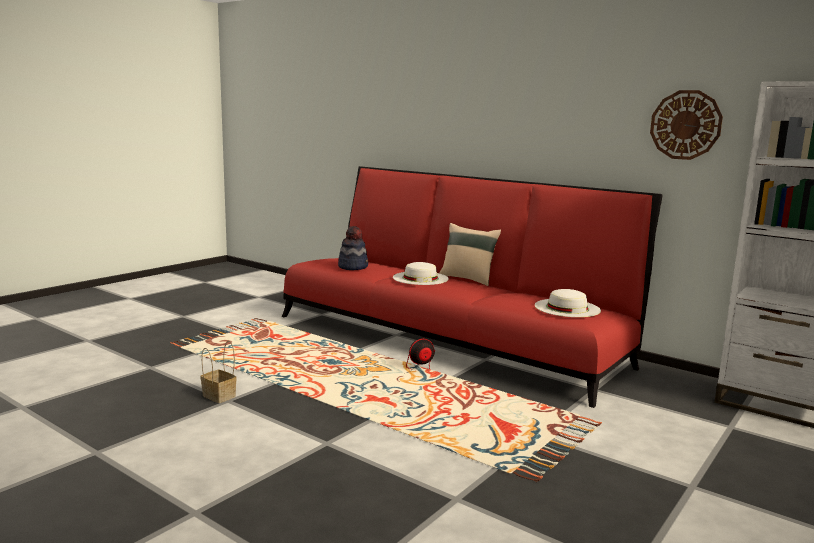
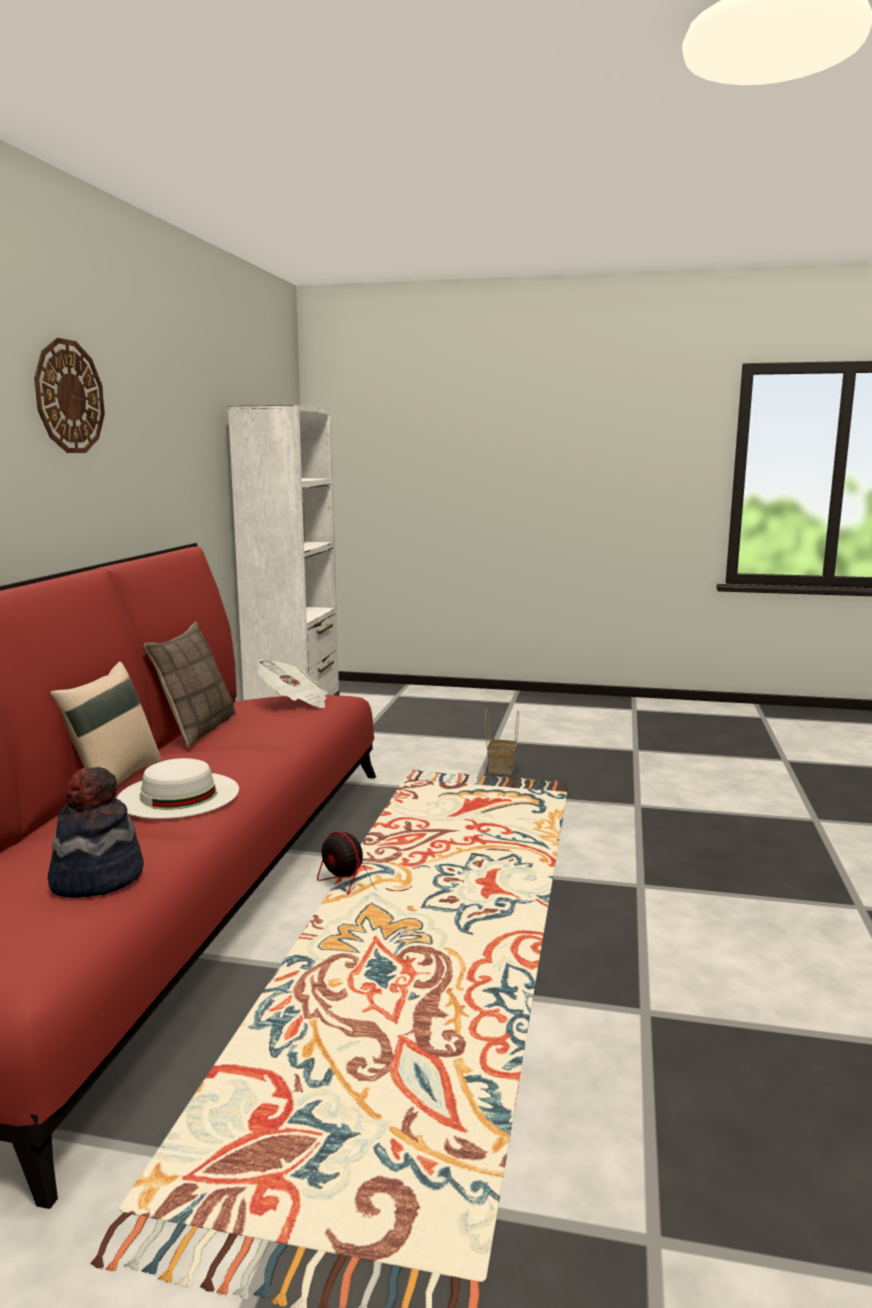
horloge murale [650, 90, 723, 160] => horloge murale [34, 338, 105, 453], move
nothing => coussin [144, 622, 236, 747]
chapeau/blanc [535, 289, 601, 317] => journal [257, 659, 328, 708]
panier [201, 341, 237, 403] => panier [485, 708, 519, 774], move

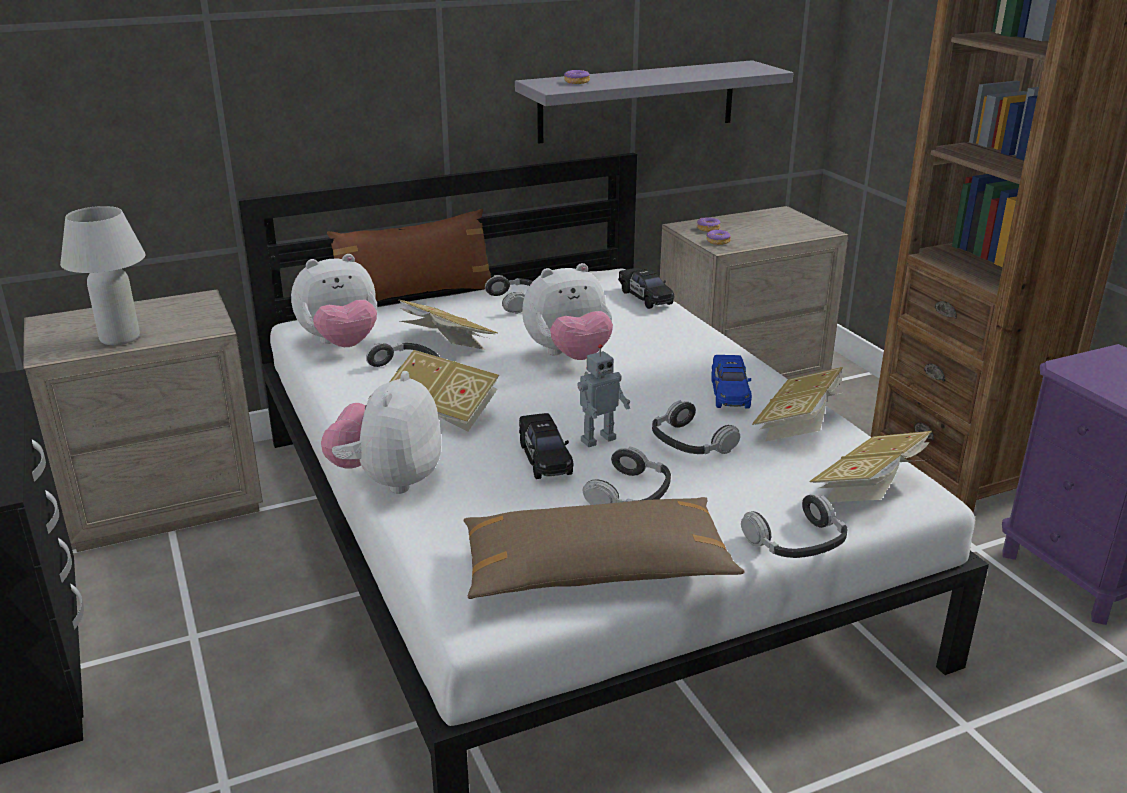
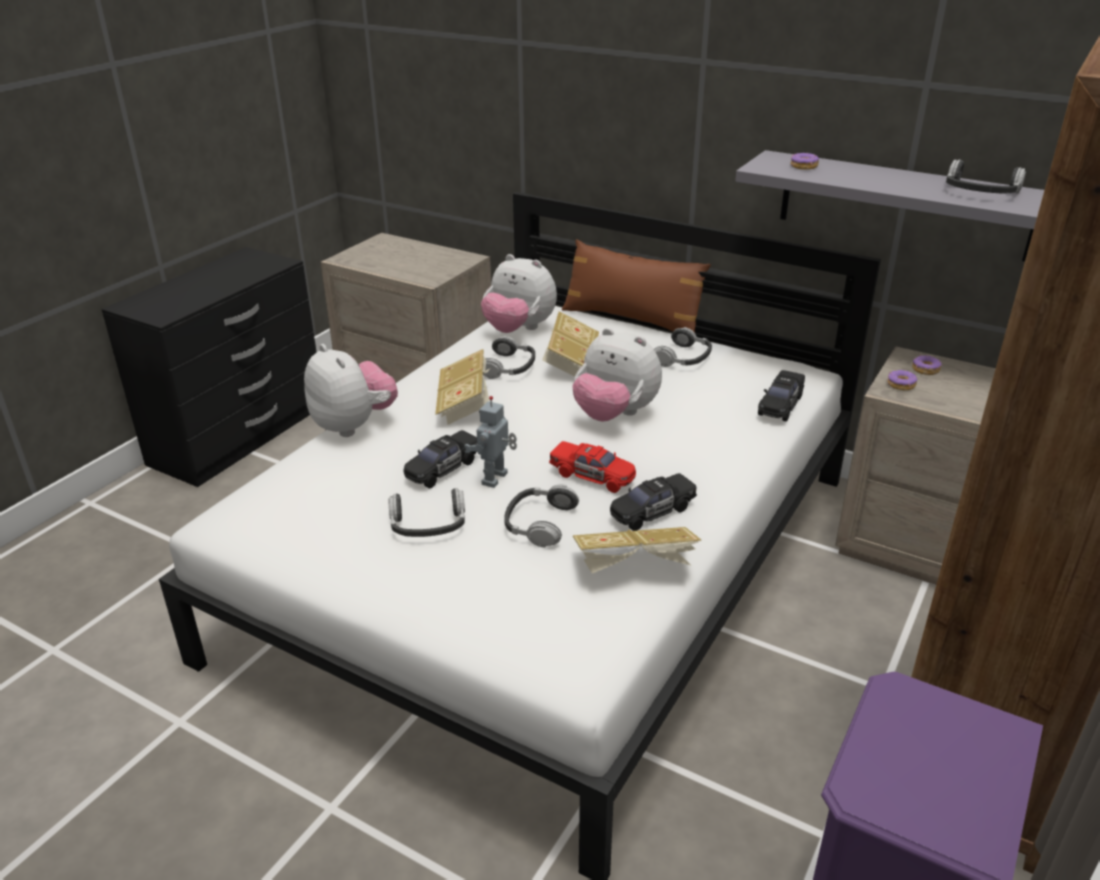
peluche [321, 371, 441, 494] => peluche [304, 344, 398, 437], 75 degrees clockwise
robot jouet [578, 344, 631, 447] => robot jouet [464, 396, 517, 488], 90 degrees clockwise
nothing => petite voiture/rouge [549, 441, 636, 493]
petite voiture/bleu [711, 355, 752, 409] => petite voiture/noir [610, 473, 697, 531]
casque audio [741, 494, 847, 558] => casque audio [946, 159, 1026, 193], move
lampe de table/blanc [60, 206, 146, 346] => nothing
coussin/marron [464, 497, 744, 599] => nothing
livre [809, 431, 932, 502] => nothing

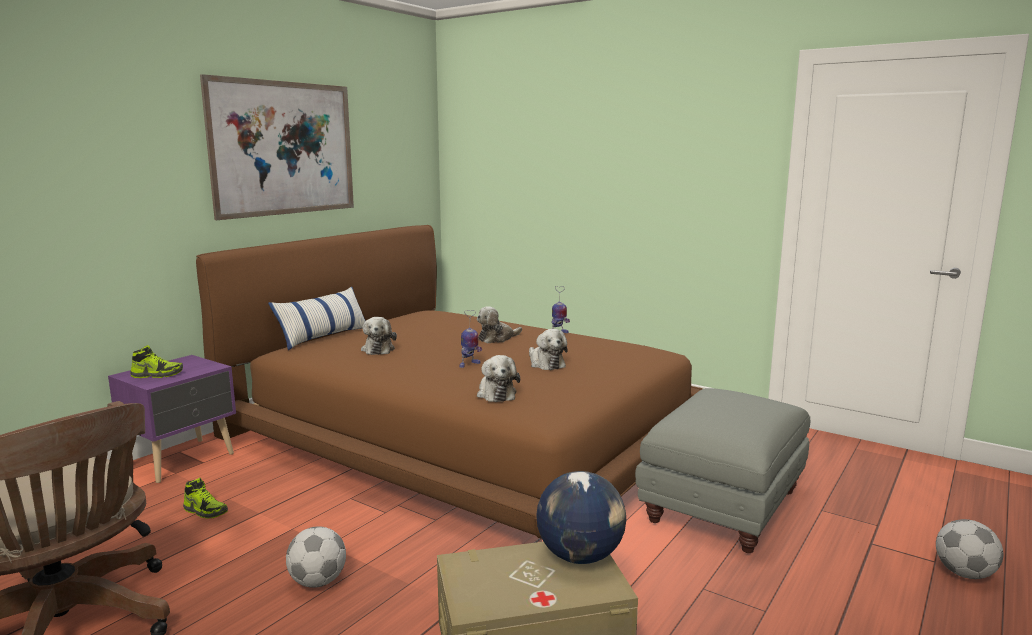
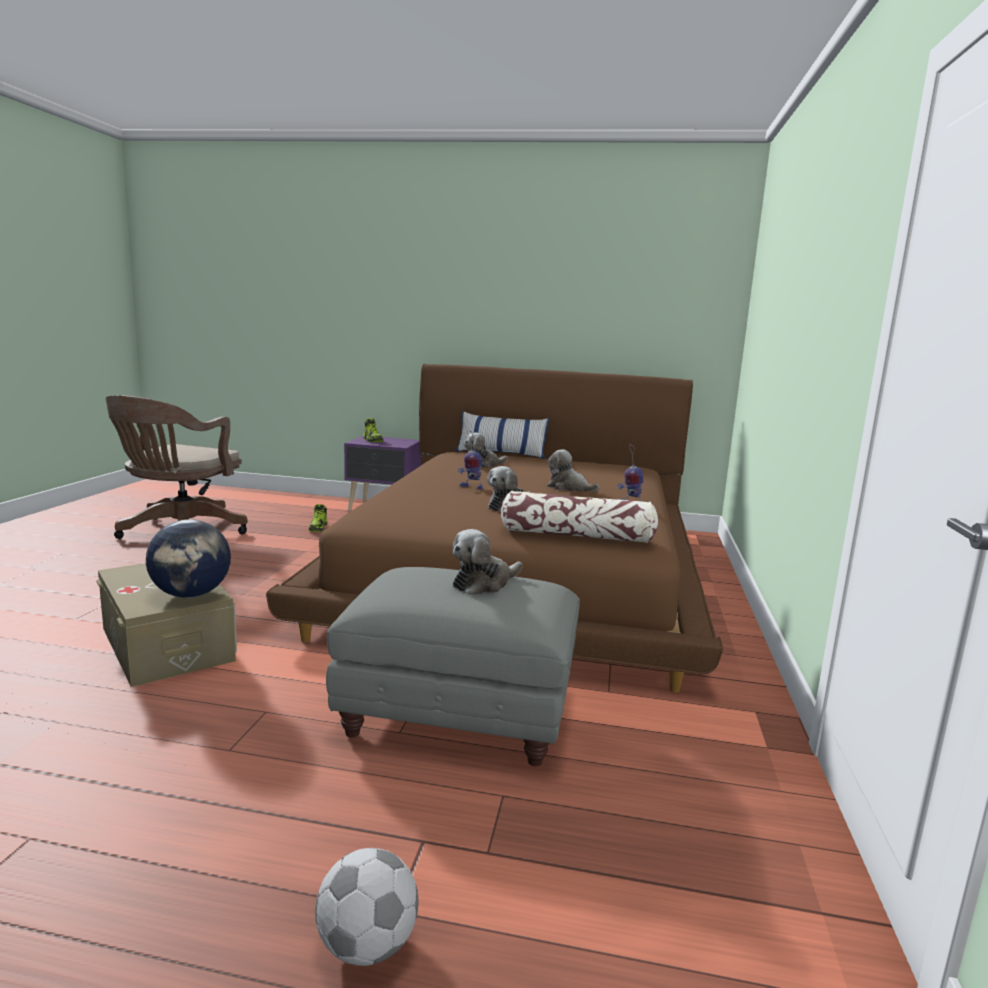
peluche [477, 355, 520, 402] => peluche [453, 529, 523, 595], move
nothing => coussin [501, 490, 658, 543]
tableau [200, 74, 354, 220] => nothing
ballon de foot [286, 526, 346, 588] => nothing

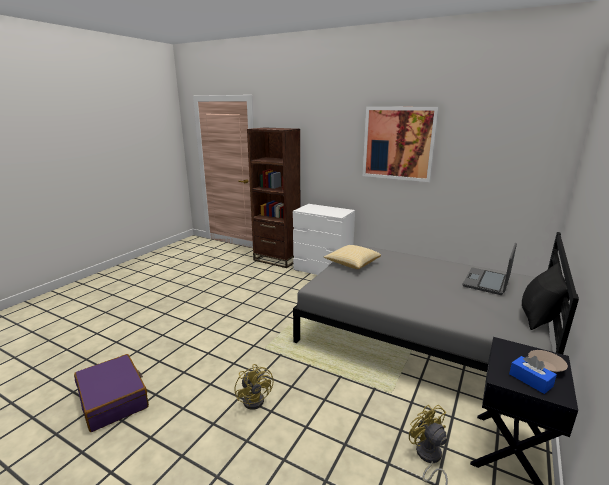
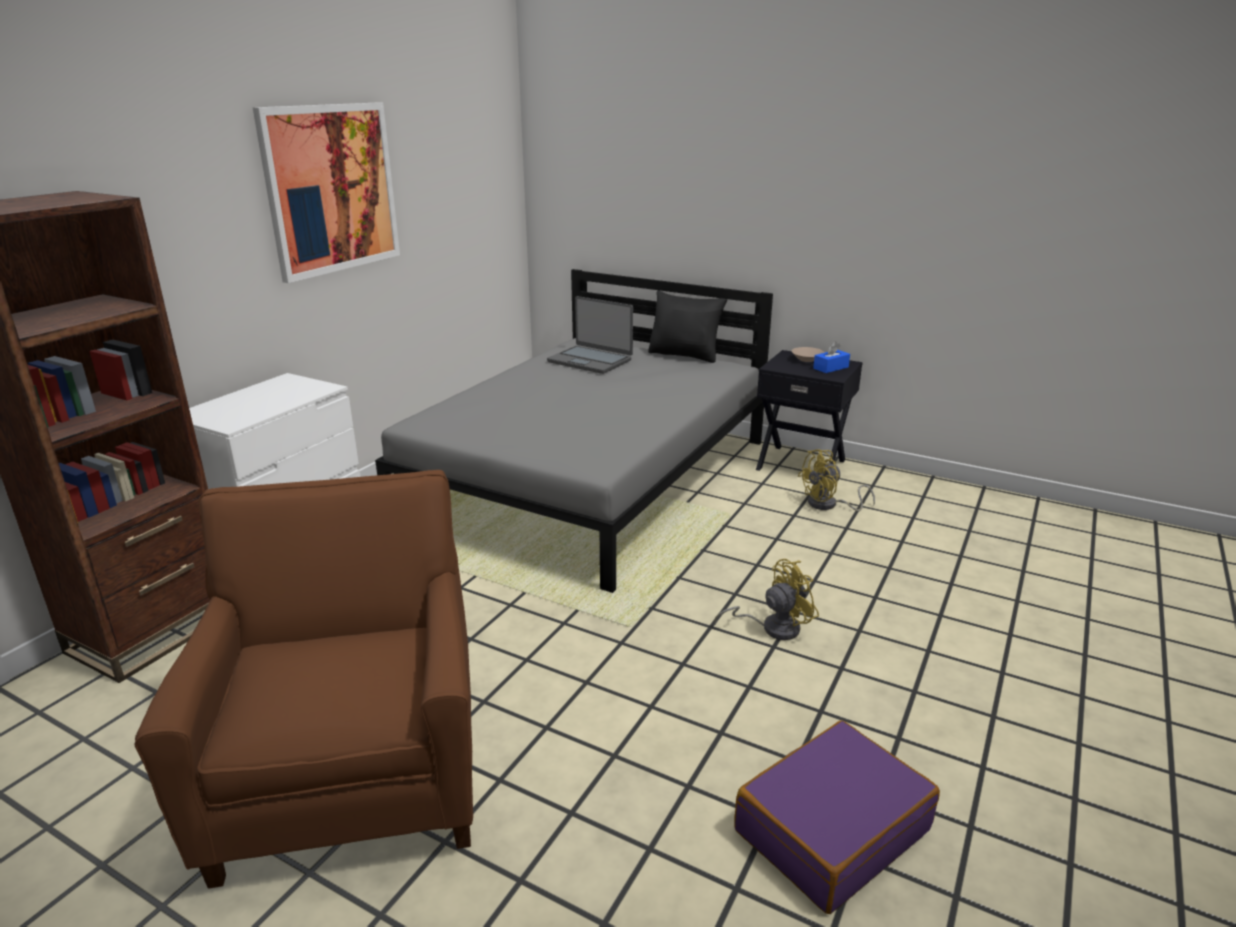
nothing => fauteuil/marron [135, 470, 473, 888]
coussin [324, 245, 381, 269] => nothing

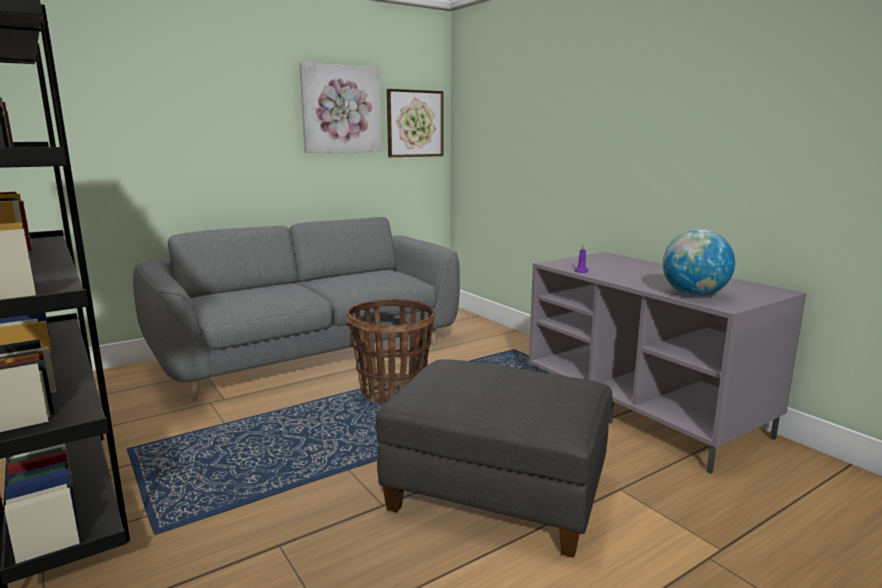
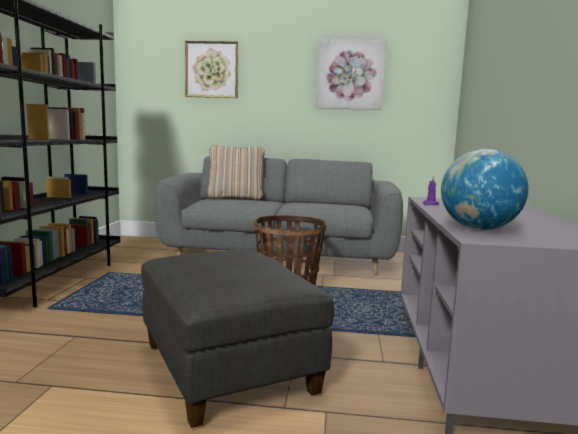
tableau [387, 89, 444, 157] => tableau [185, 41, 239, 98], move
nothing => coussin/beige [207, 145, 265, 200]

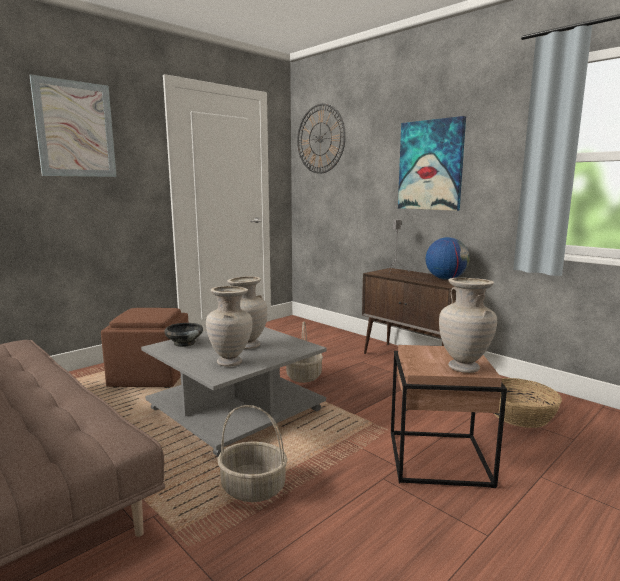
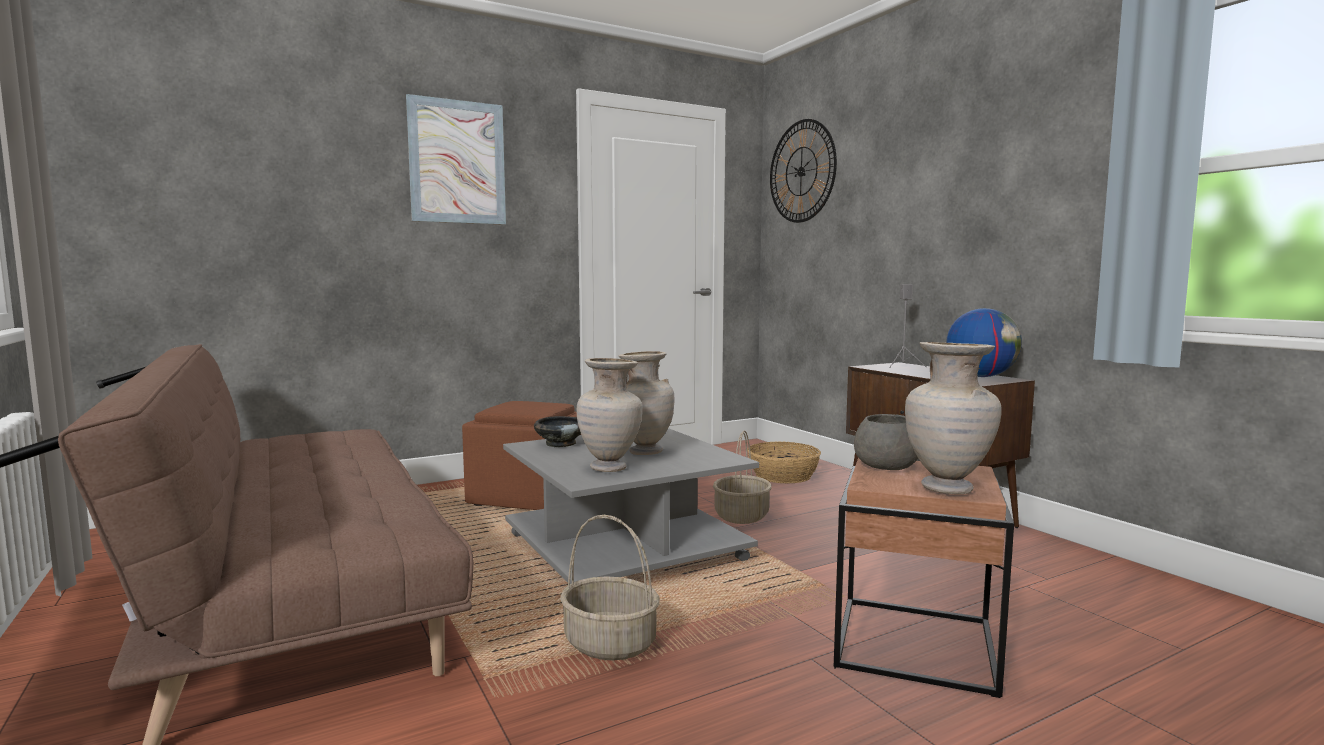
panier [494, 378, 562, 428] => panier [747, 441, 821, 483], move
nothing => bol/gris [854, 414, 919, 470]
tableau [398, 116, 466, 211] => nothing

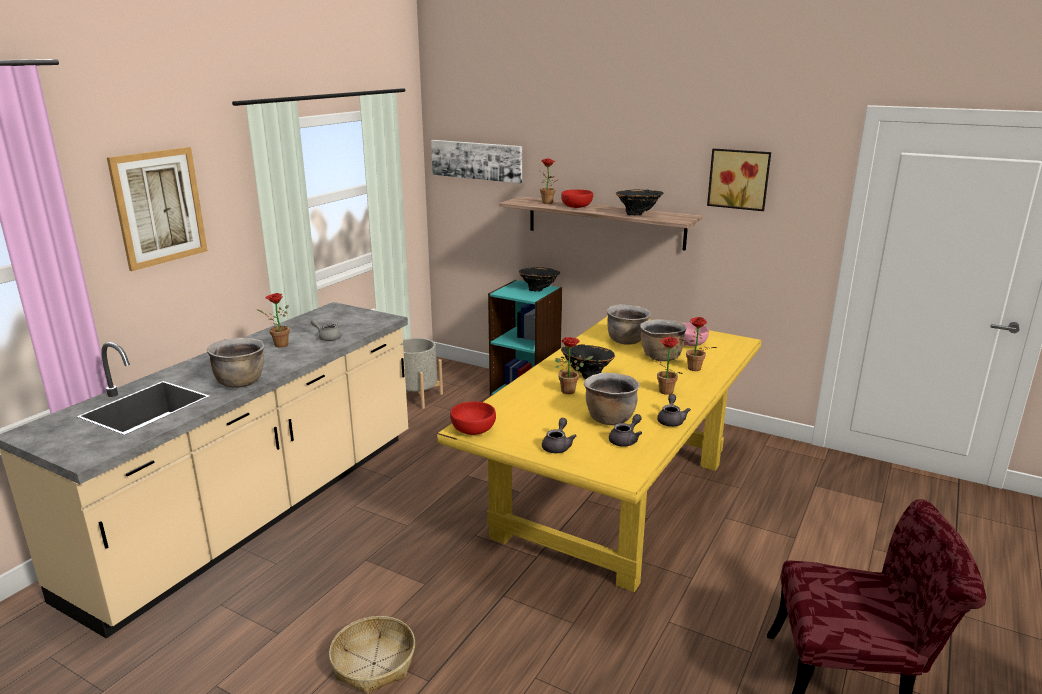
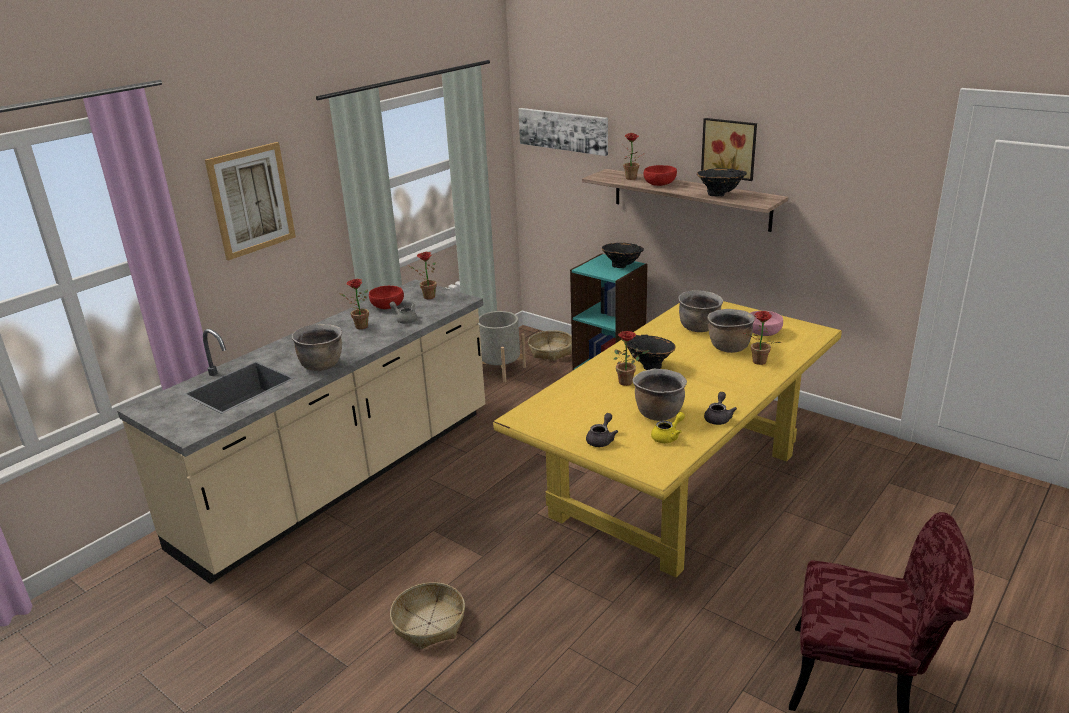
bol/rouge [450, 402, 496, 435] => bol/rouge [369, 286, 404, 309], move
plante en pot [646, 337, 682, 395] => plante en pot [409, 252, 437, 299], move
nothing => panier [528, 330, 572, 361]
théière/gris [609, 414, 642, 447] => théière/jaune [651, 412, 685, 443]
tableau [707, 148, 771, 211] => tableau [701, 118, 757, 181], move

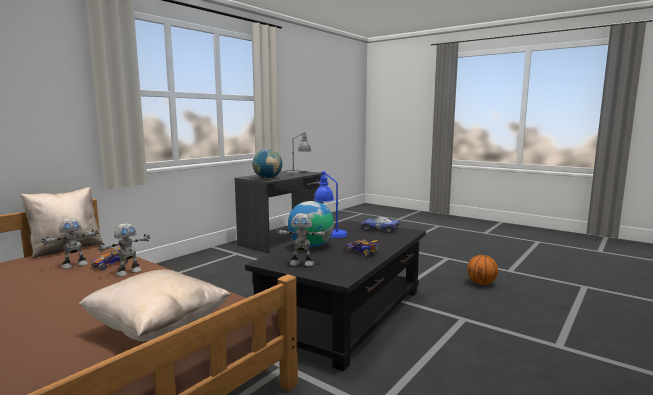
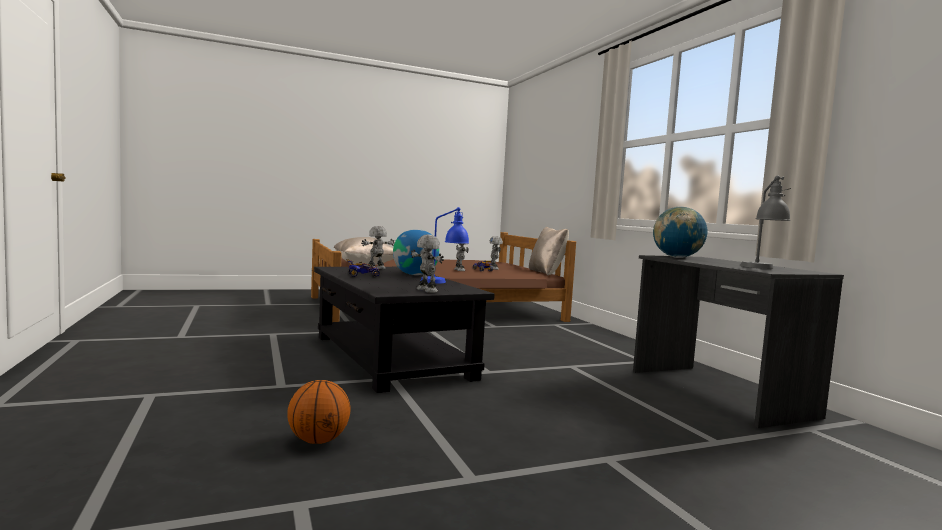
petite voiture [361, 217, 400, 232] => robot jouet [411, 234, 444, 293]

